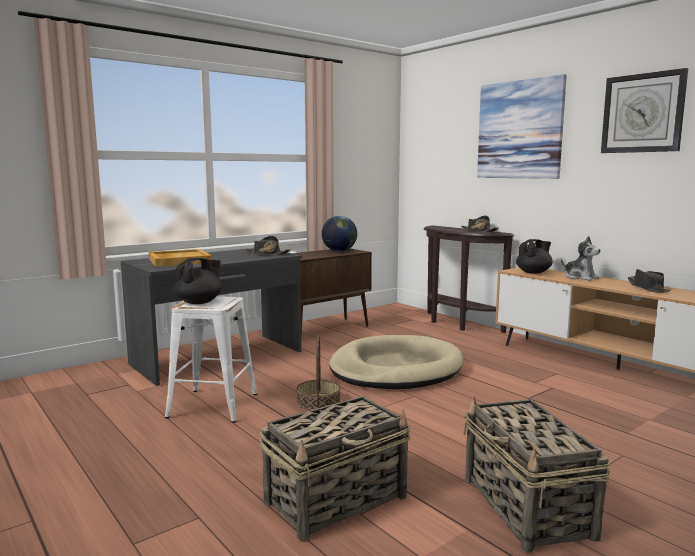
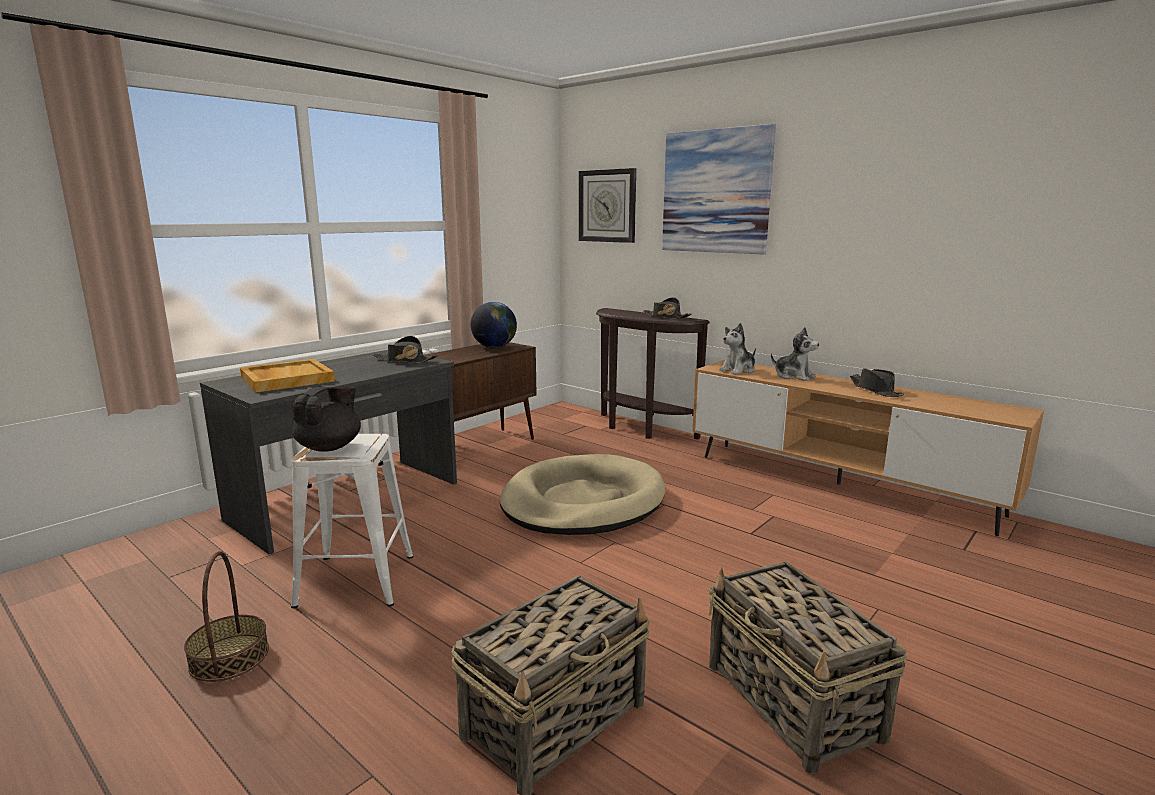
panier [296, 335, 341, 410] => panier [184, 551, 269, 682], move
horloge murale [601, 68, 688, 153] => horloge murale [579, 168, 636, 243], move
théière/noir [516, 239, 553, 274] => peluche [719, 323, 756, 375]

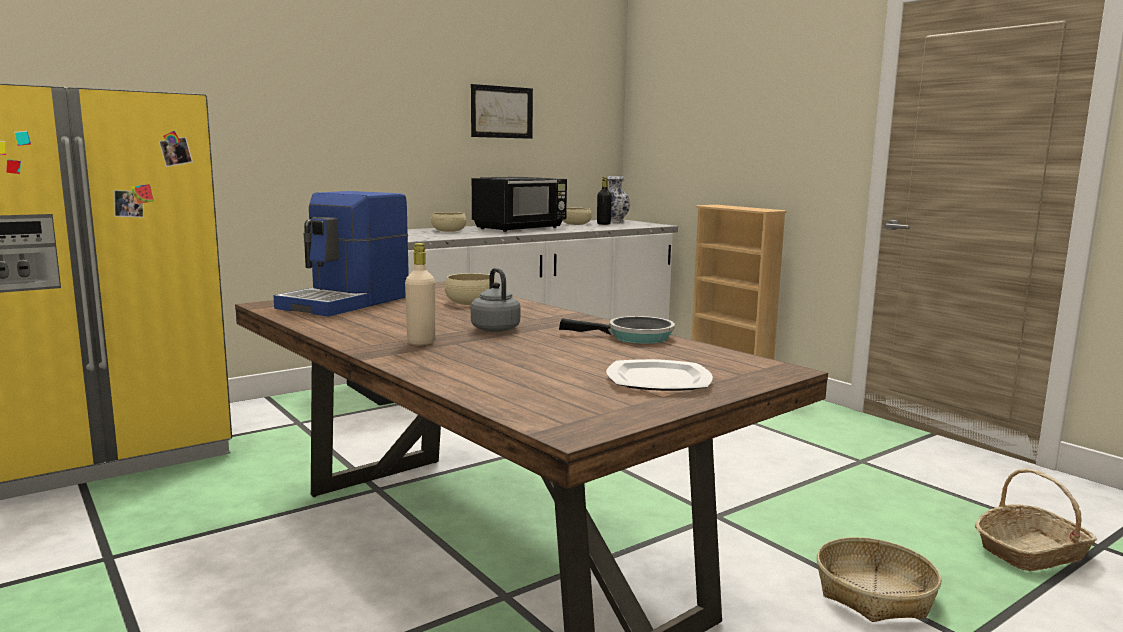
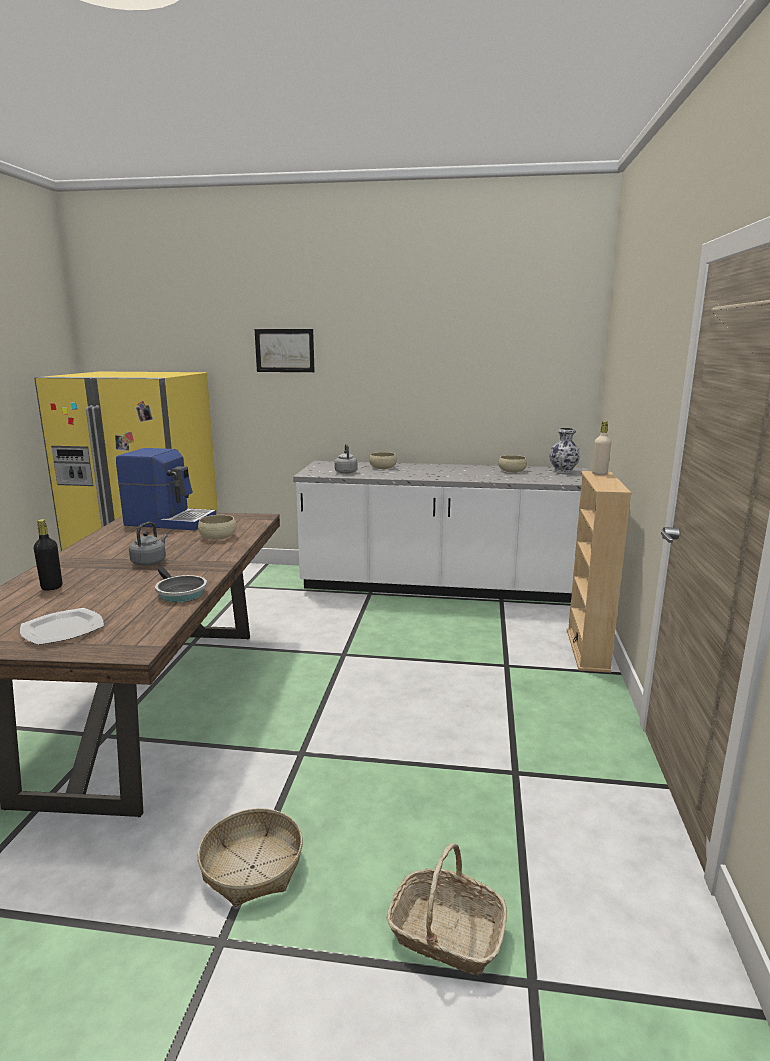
bouteille/noir [597, 177, 612, 225] => bouteille/noir [34, 519, 62, 591], move
machine à café [274, 191, 409, 317] => machine à café [116, 448, 216, 530], 150 degrees counterclockwise
tableau [471, 84, 533, 139] => tableau [255, 329, 315, 372], move
nothing => bouilloire/gris [334, 444, 357, 474]
bouteille/beige [405, 243, 435, 345] => bouteille/beige [592, 421, 611, 475], move
micro-ondes/noir [472, 177, 567, 232] => nothing

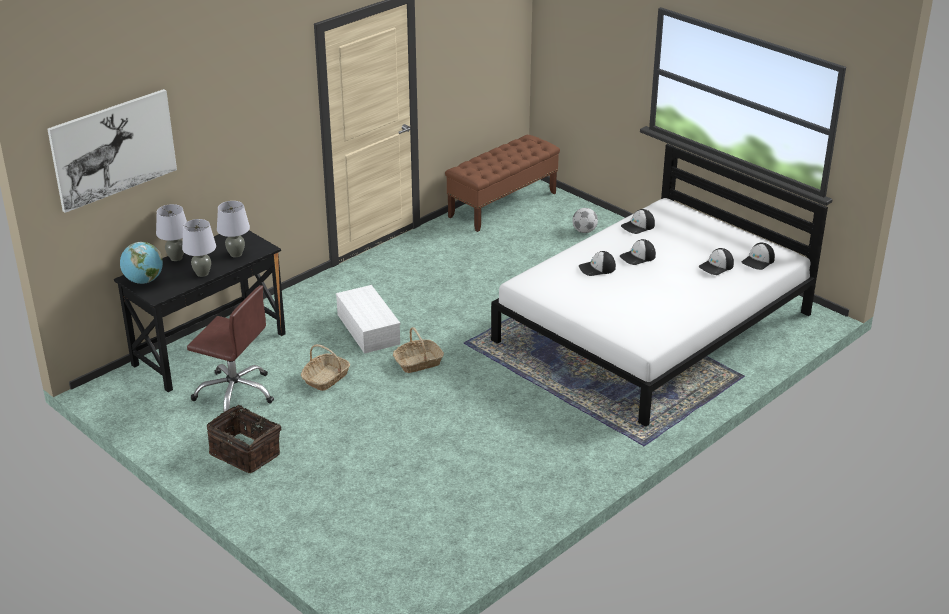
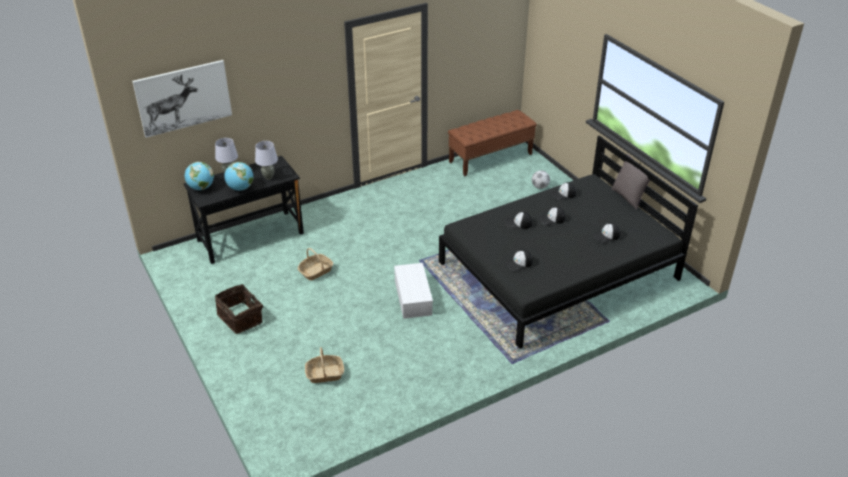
lampe de table/gris [182, 219, 216, 277] => globe [224, 162, 253, 191]
panier [393, 327, 444, 373] => panier [305, 347, 344, 383], move
boîte de rangement/blanc [336, 285, 400, 354] => boîte de rangement/blanc [394, 263, 433, 319], move
lit/blanc [491, 144, 828, 427] => lit/noir [439, 136, 698, 349]
casquette [742, 243, 775, 270] => casquette [505, 249, 533, 272], move
nothing => coussin/gris [611, 154, 650, 210]
chaise de bureau/marron [187, 285, 274, 412] => nothing

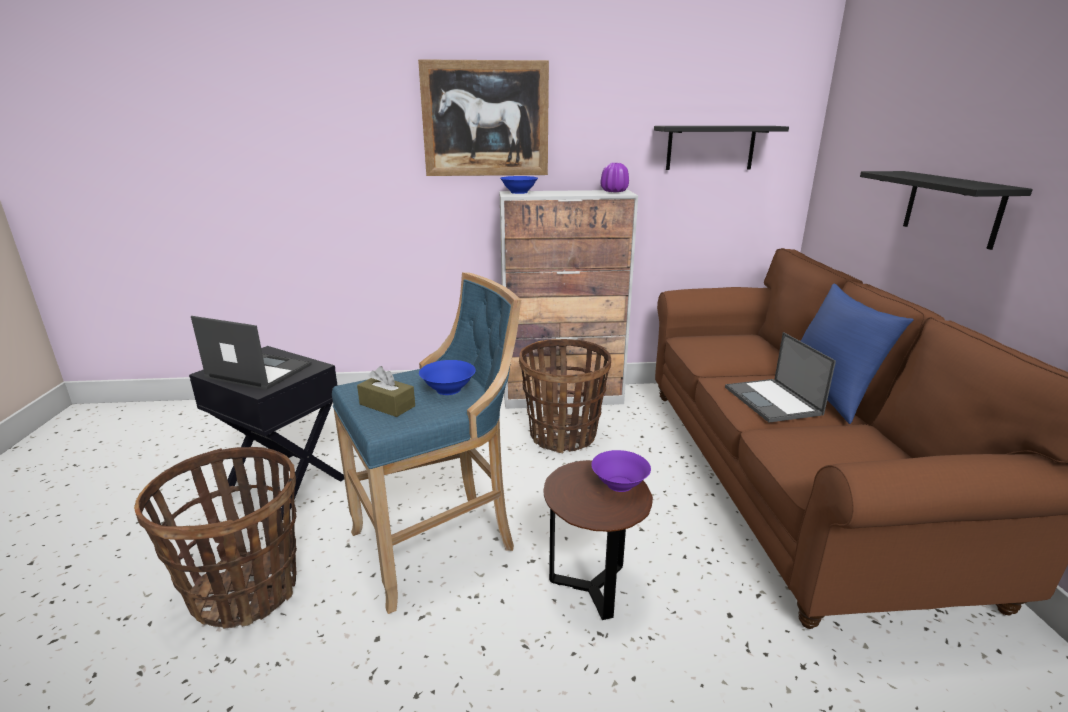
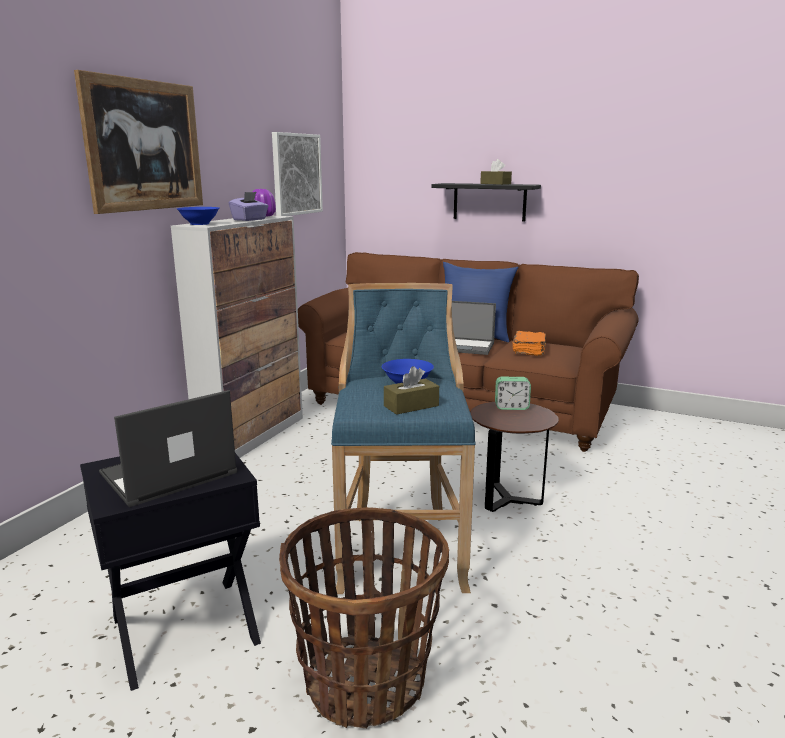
nothing => boîte à mouchoirs/violet [229, 192, 268, 221]
étagère/noir [654, 126, 789, 170] => tableau [272, 132, 323, 216]
nothing => boîte à mouchoirs/marron [480, 159, 512, 185]
bol/violet [591, 450, 651, 492] => réveil [495, 377, 531, 410]
nothing => livre/orange [513, 331, 546, 356]
panier [519, 339, 611, 453] => nothing

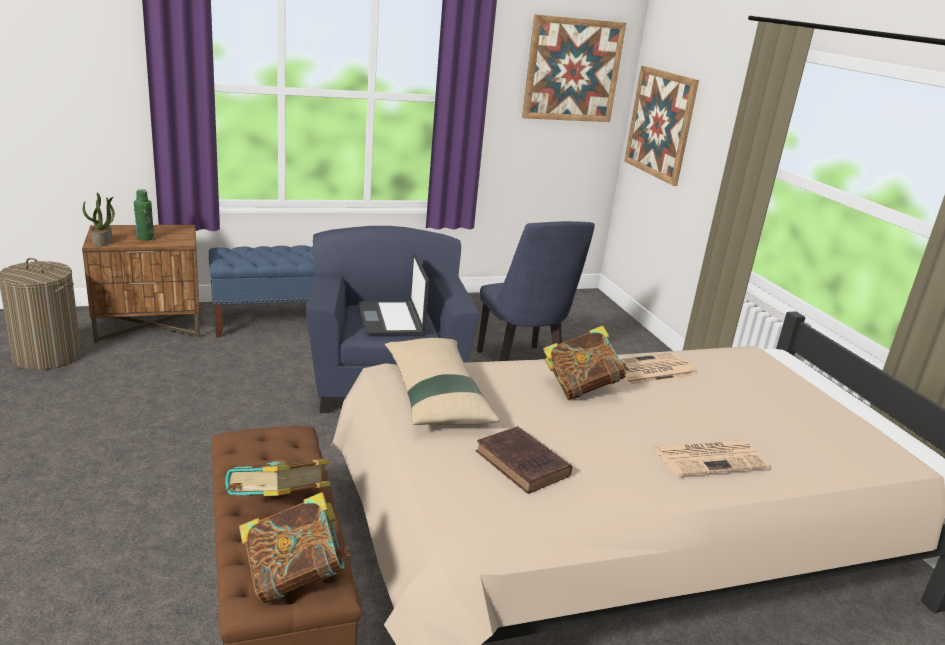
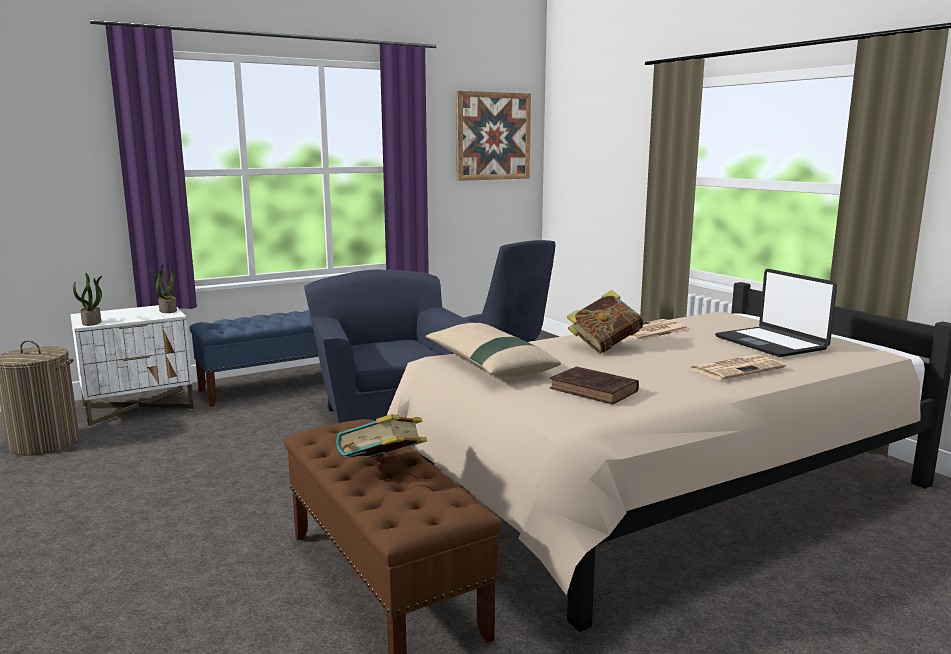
table de chevet/marron [82, 225, 200, 343] => table de chevet/blanc [70, 305, 194, 427]
nothing => plante en pot [150, 264, 177, 313]
ordinateur portable [358, 253, 429, 335] => ordinateur portable [715, 269, 837, 357], move
bouteille/vert [134, 189, 154, 241] => nothing
livre [239, 492, 351, 603] => nothing
tableau [624, 66, 699, 186] => nothing

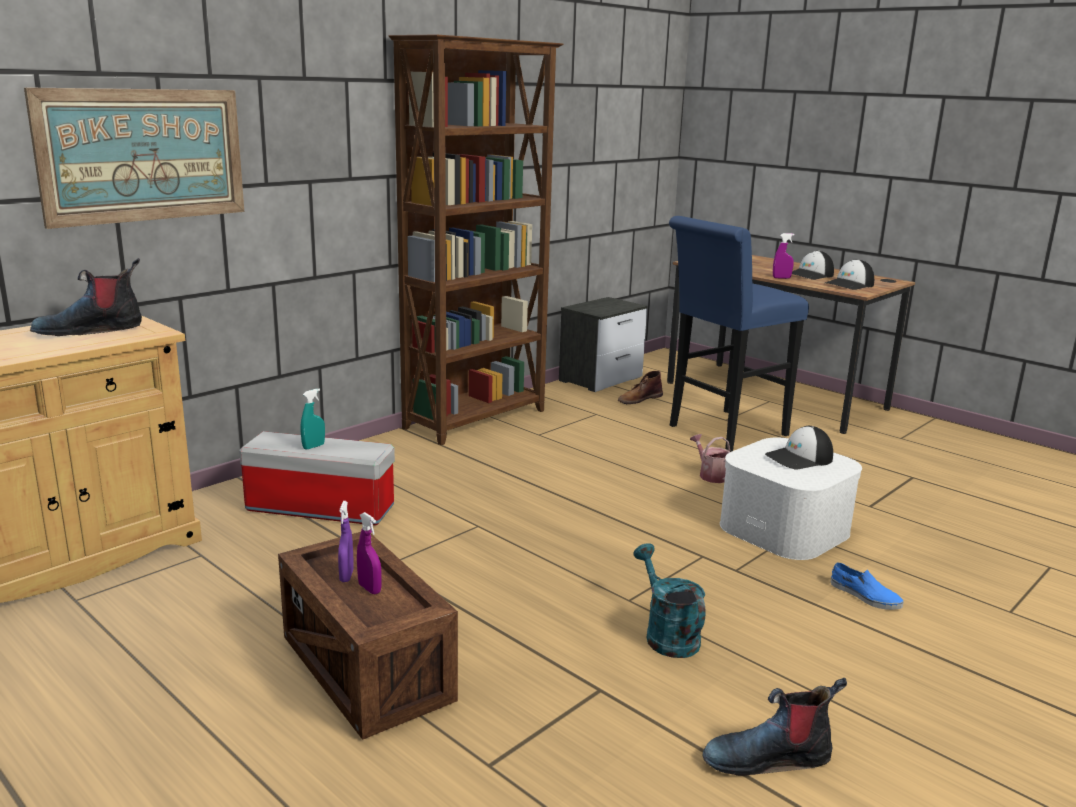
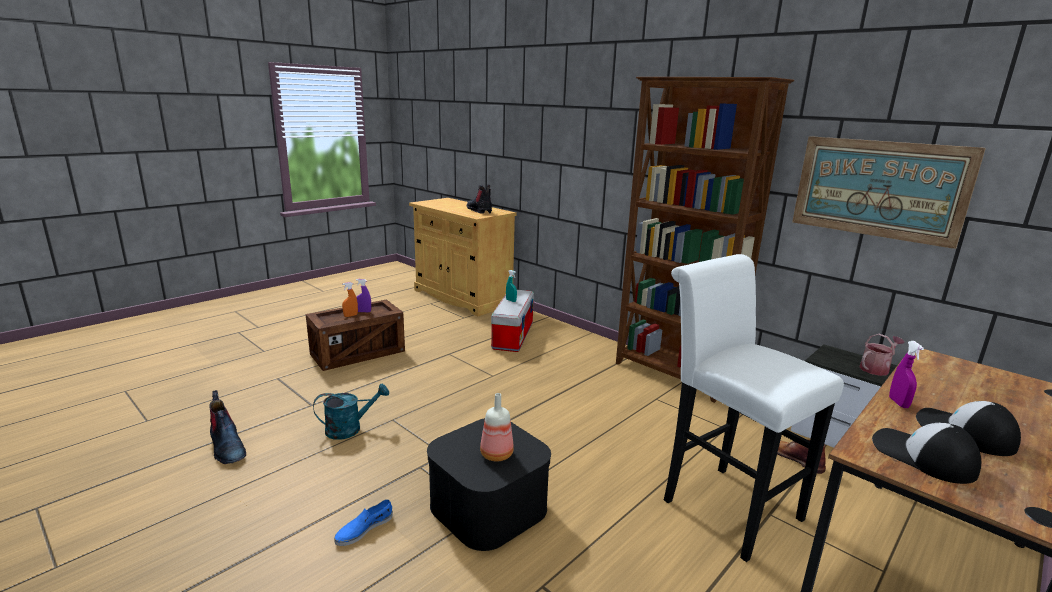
botte [702, 678, 847, 776] => botte [209, 390, 246, 464], 150 degrees clockwise
vaporisateur/violet [357, 512, 382, 594] => vaporisateur/orange [342, 282, 358, 317]
boîte de rangement/blanc [720, 437, 862, 560] => boîte de rangement/noir [427, 418, 551, 551]
casquette [765, 426, 833, 469] => bouteille [480, 393, 514, 461]
tabouret/bleu [669, 216, 809, 452] => tabouret/blanc [664, 254, 844, 562]
tableau [24, 87, 244, 229] => tableau [792, 136, 986, 249], move
arrosoir [690, 434, 730, 483] => arrosoir [859, 334, 904, 376], move

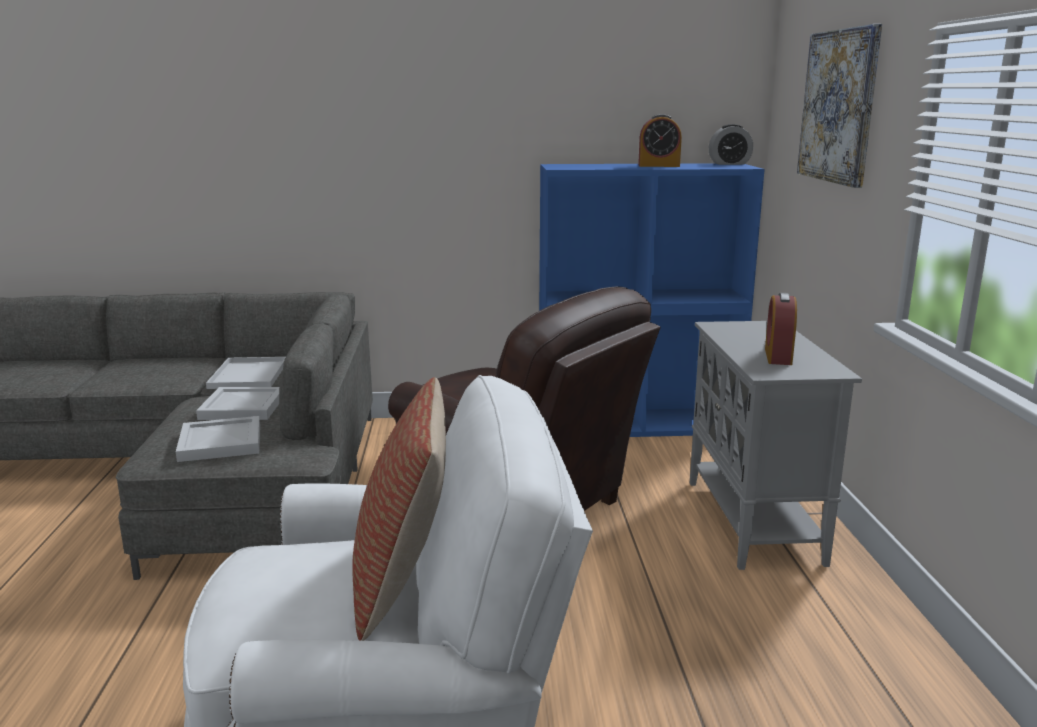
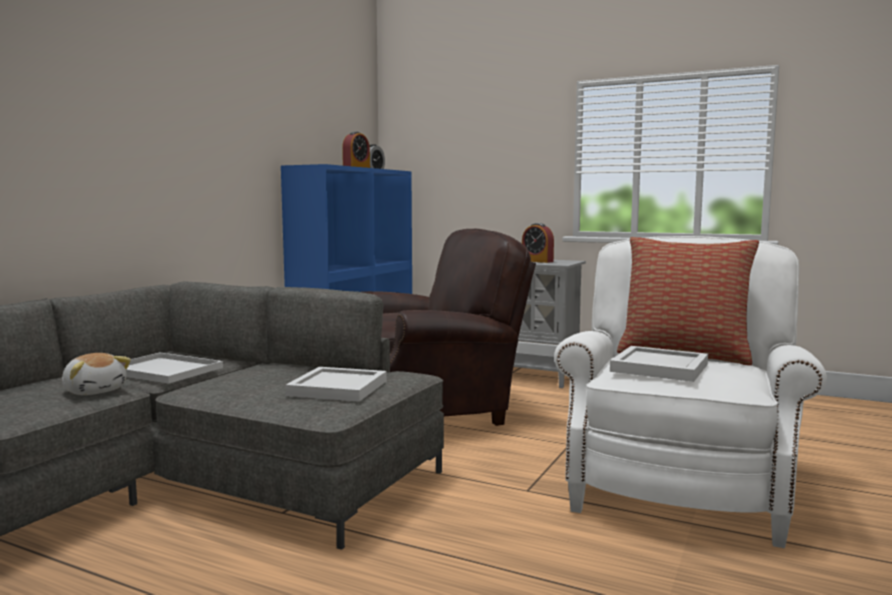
nothing => peluche [62, 353, 131, 395]
plateau/blanc [196, 387, 279, 420] => plateau/blanc [610, 346, 708, 382], move
tableau [797, 24, 882, 188] => nothing

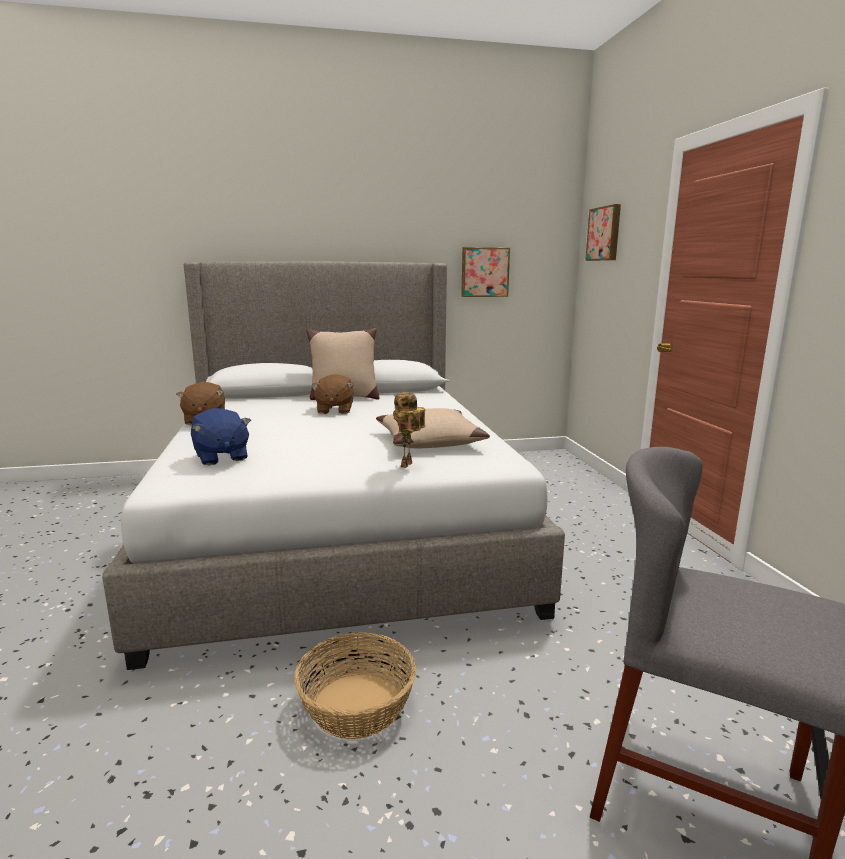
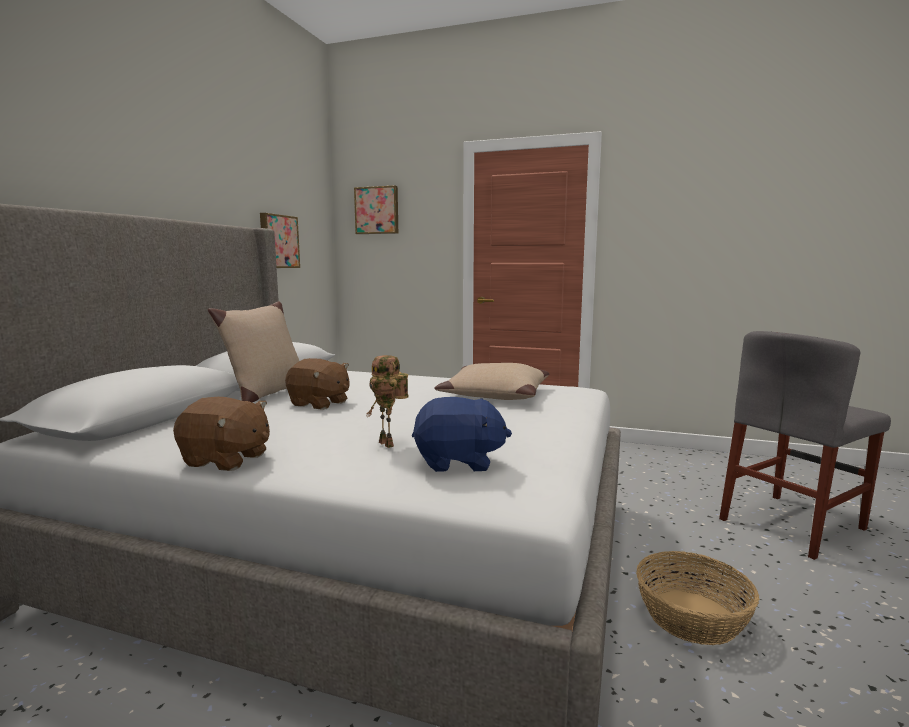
robot jouet [393, 392, 425, 468] => robot jouet [367, 355, 409, 448], move

